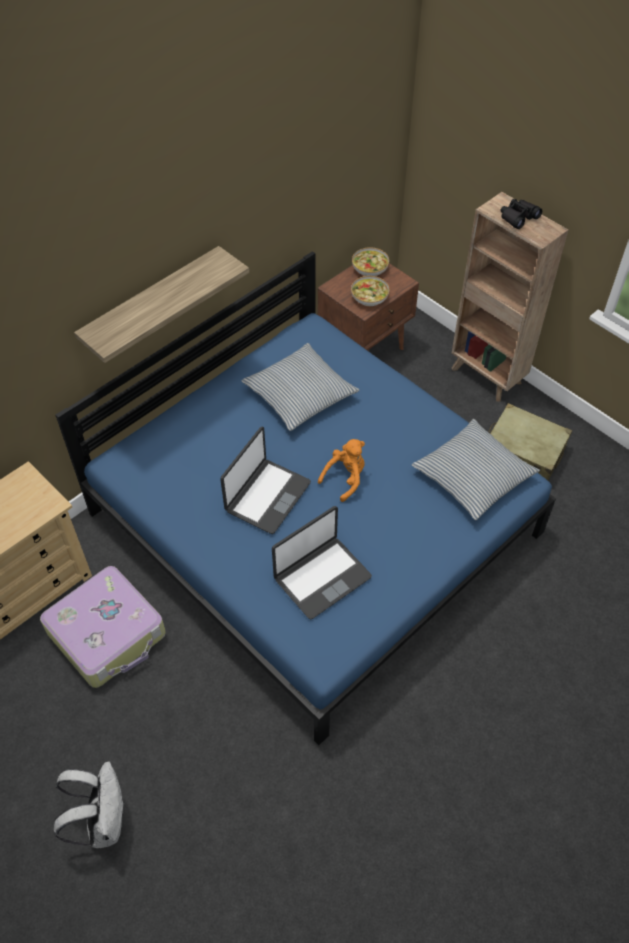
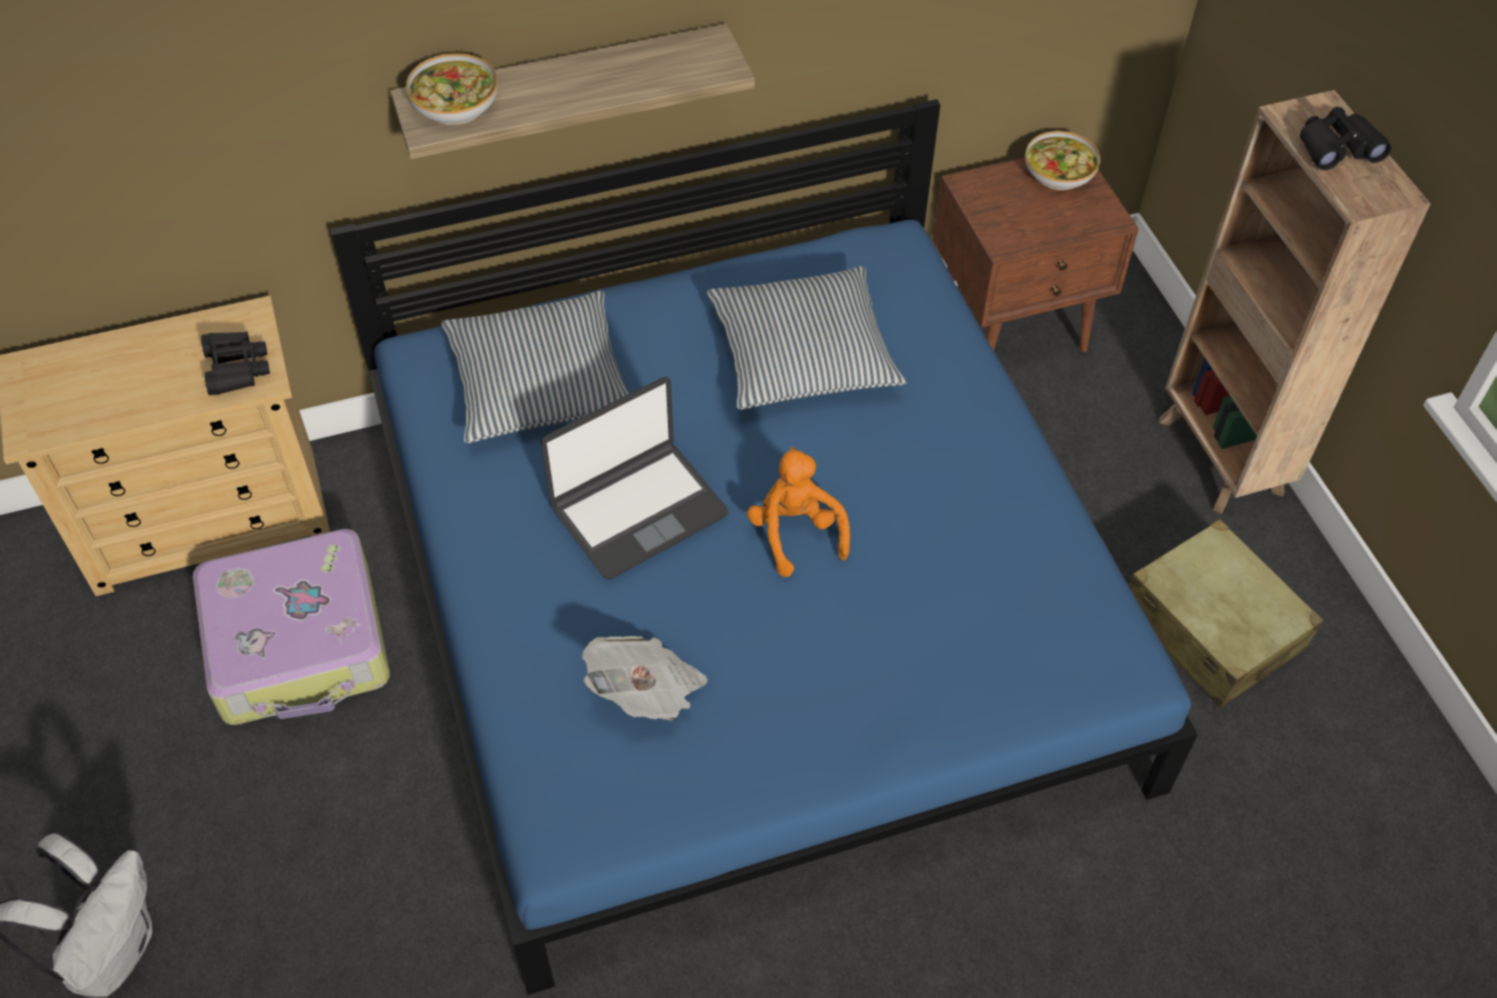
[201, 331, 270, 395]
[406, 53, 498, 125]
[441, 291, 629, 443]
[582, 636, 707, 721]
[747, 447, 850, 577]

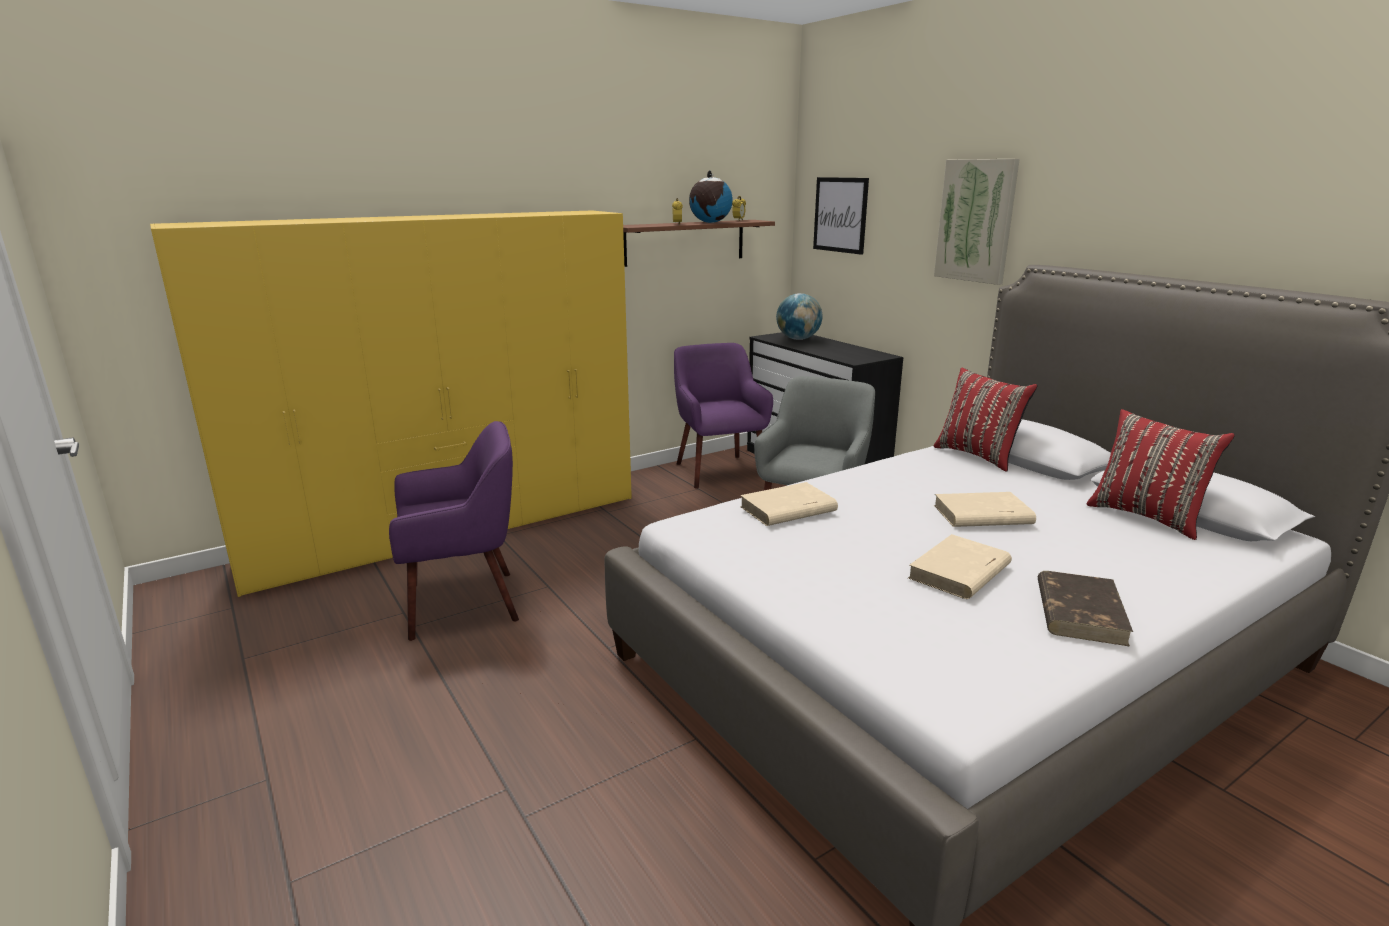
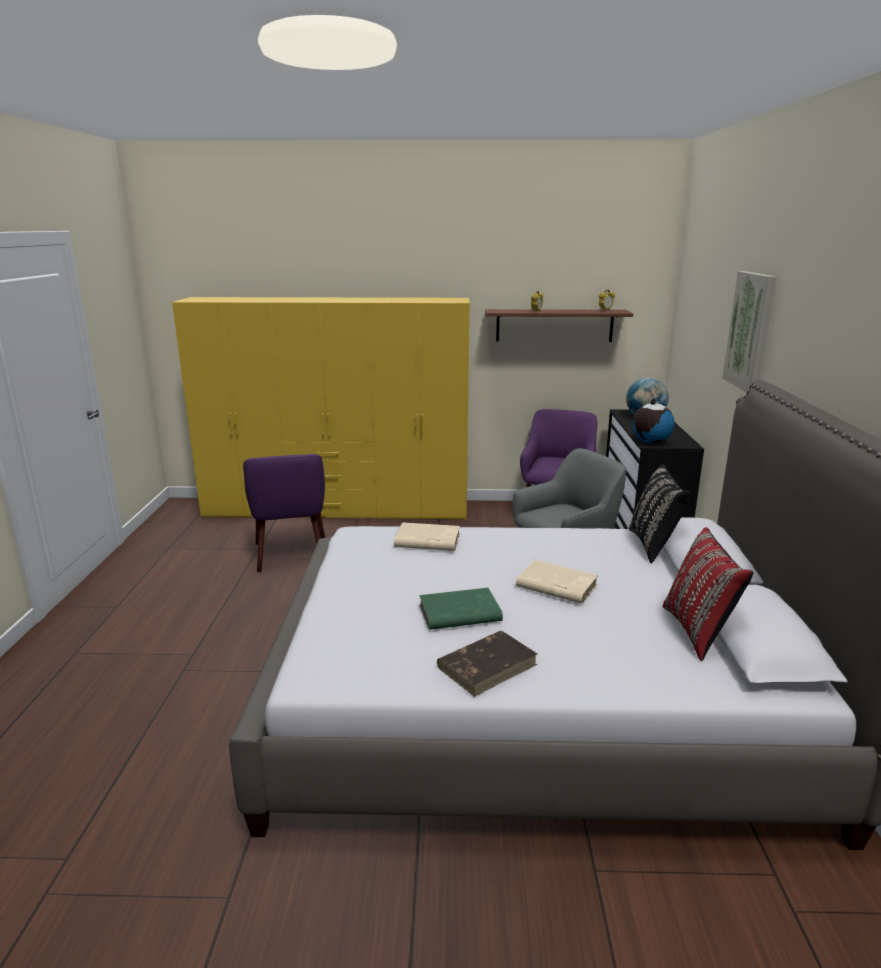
[813, 177, 869, 255] (first image)
[632, 398, 674, 444]
[419, 588, 503, 630]
[629, 464, 690, 564]
[243, 454, 325, 572]

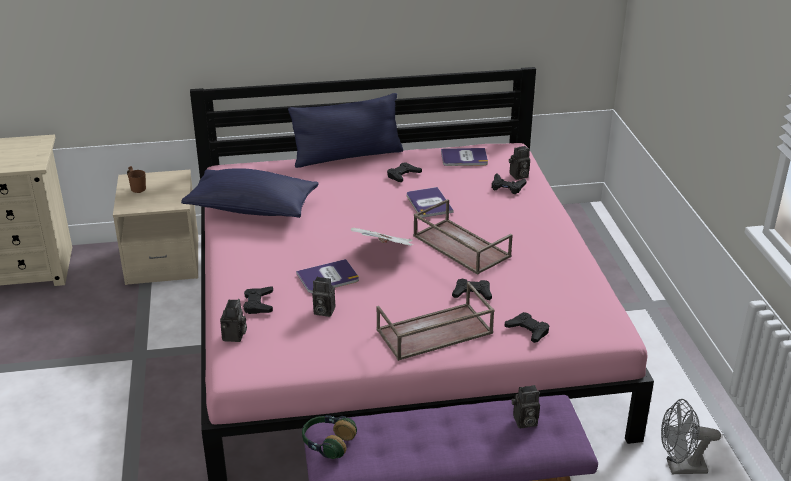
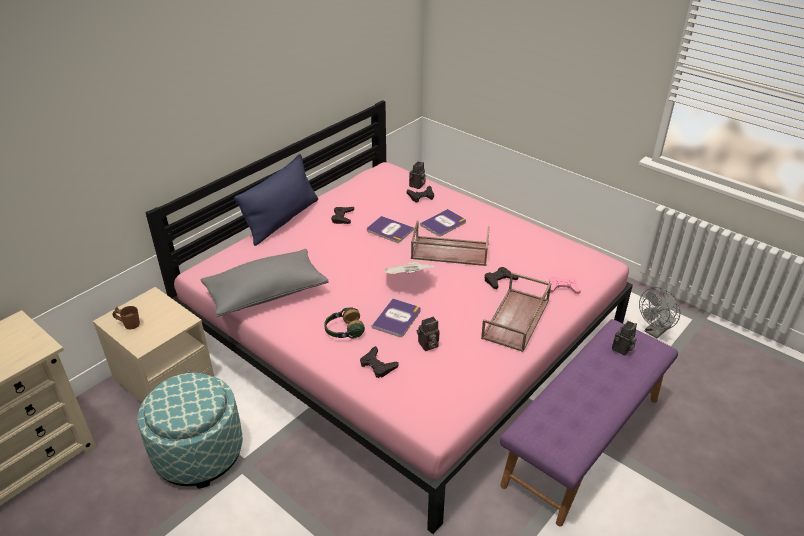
[220, 299, 247, 342] (first image)
[137, 373, 243, 489]
[324, 307, 365, 339]
[420, 209, 466, 236]
[201, 249, 329, 317]
[549, 276, 581, 294]

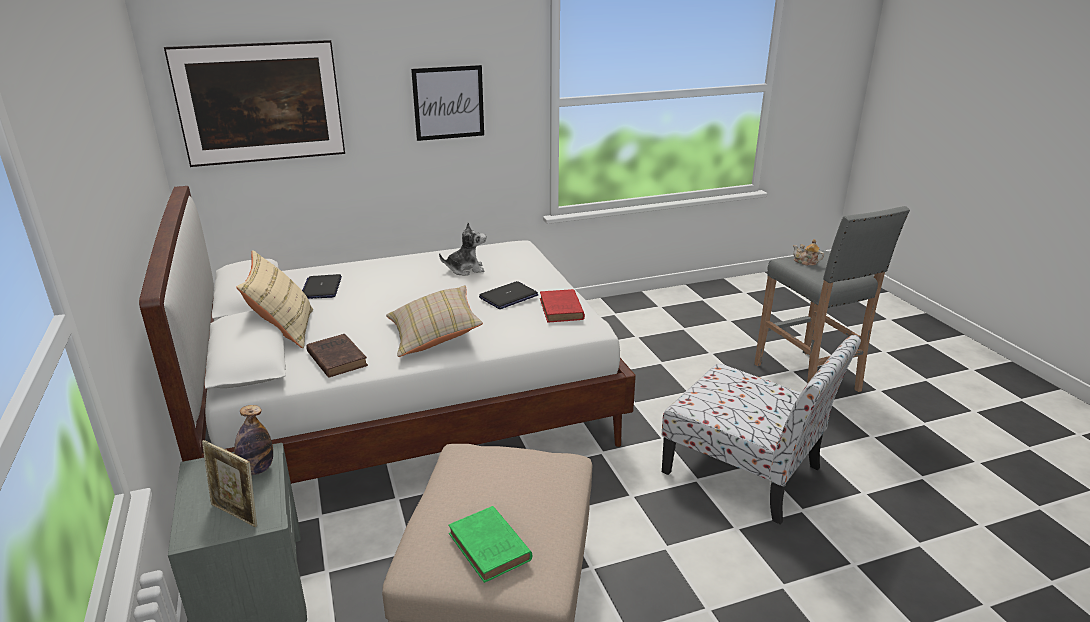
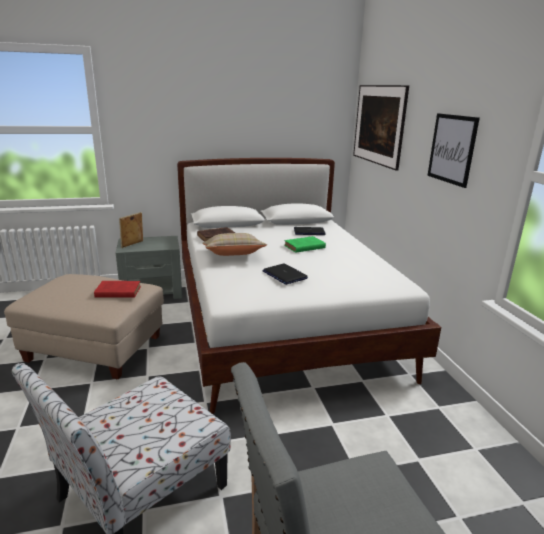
[234, 405, 273, 475] (first image)
[236, 250, 313, 348] (first image)
[439, 222, 486, 276] (first image)
[793, 239, 824, 266] (first image)
[284, 236, 326, 253]
[94, 281, 141, 298]

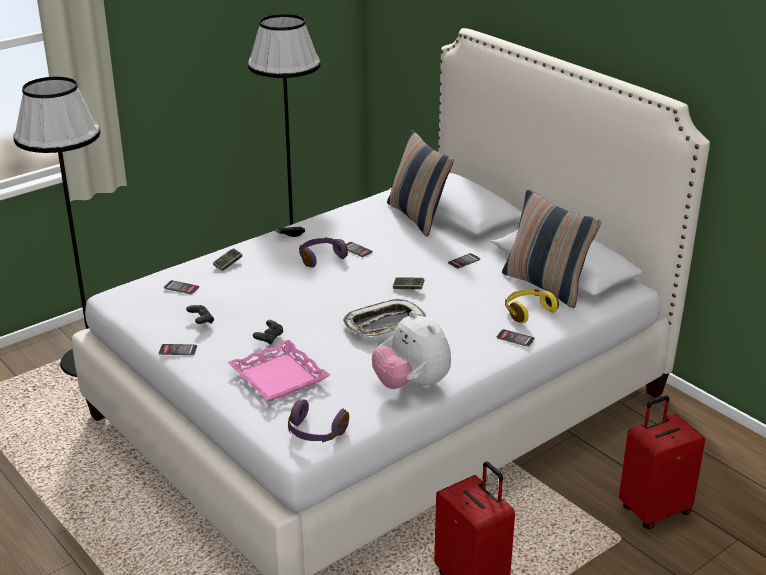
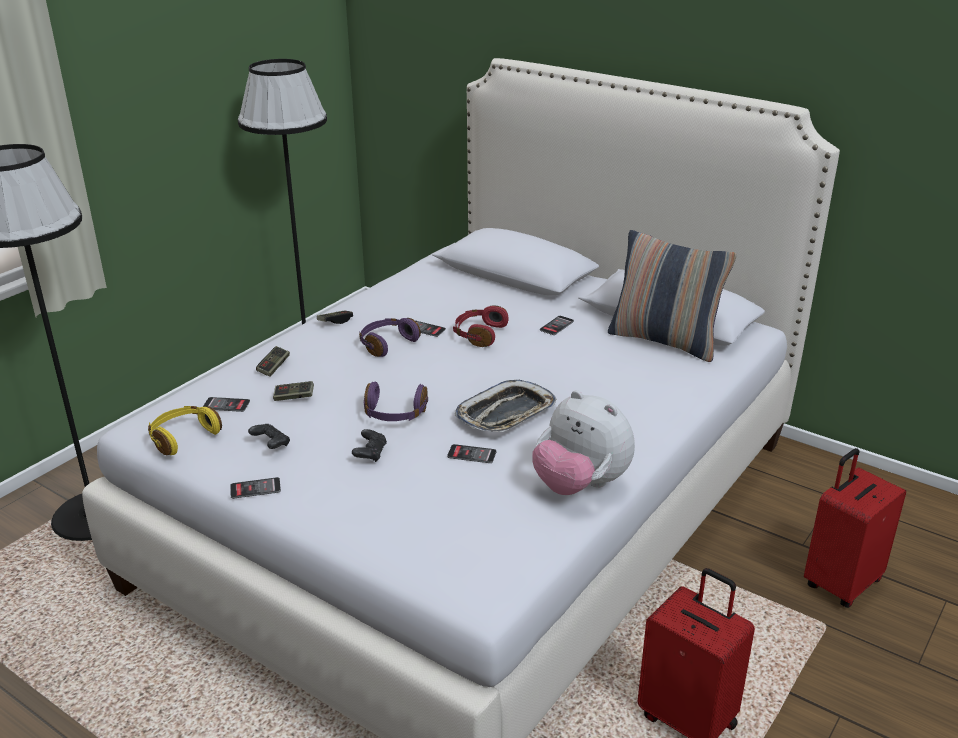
[227, 340, 330, 401] (first image)
[387, 130, 454, 237] (first image)
[453, 305, 508, 347]
[364, 382, 428, 421]
[273, 381, 314, 401]
[447, 444, 496, 463]
[148, 406, 222, 455]

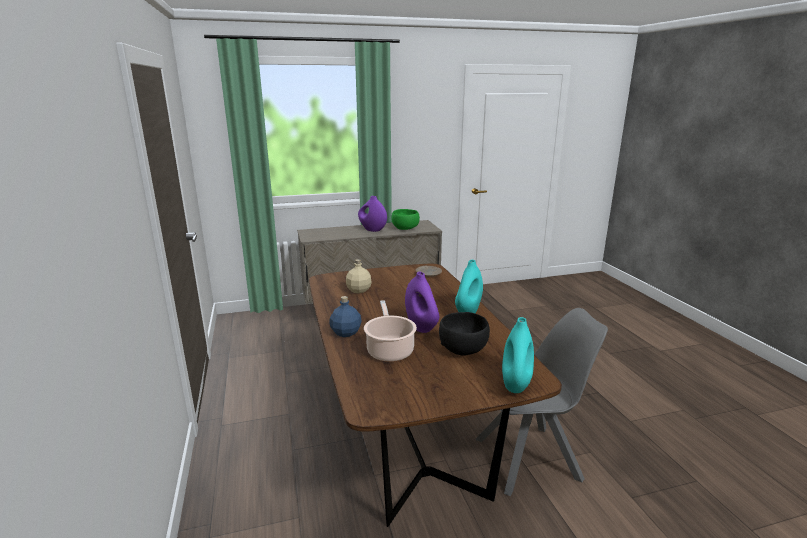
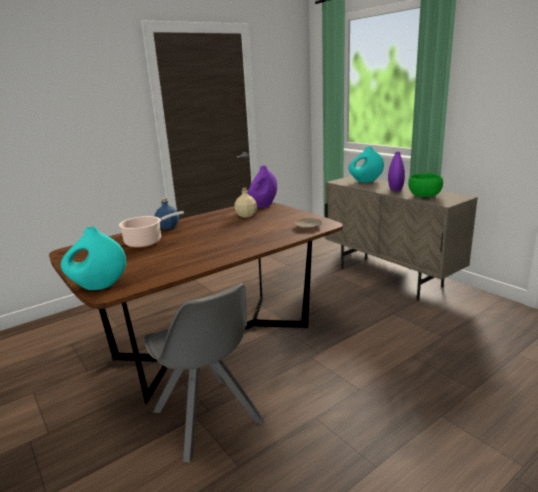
[439, 312, 490, 356] (first image)
[248, 165, 277, 208]
[349, 146, 384, 183]

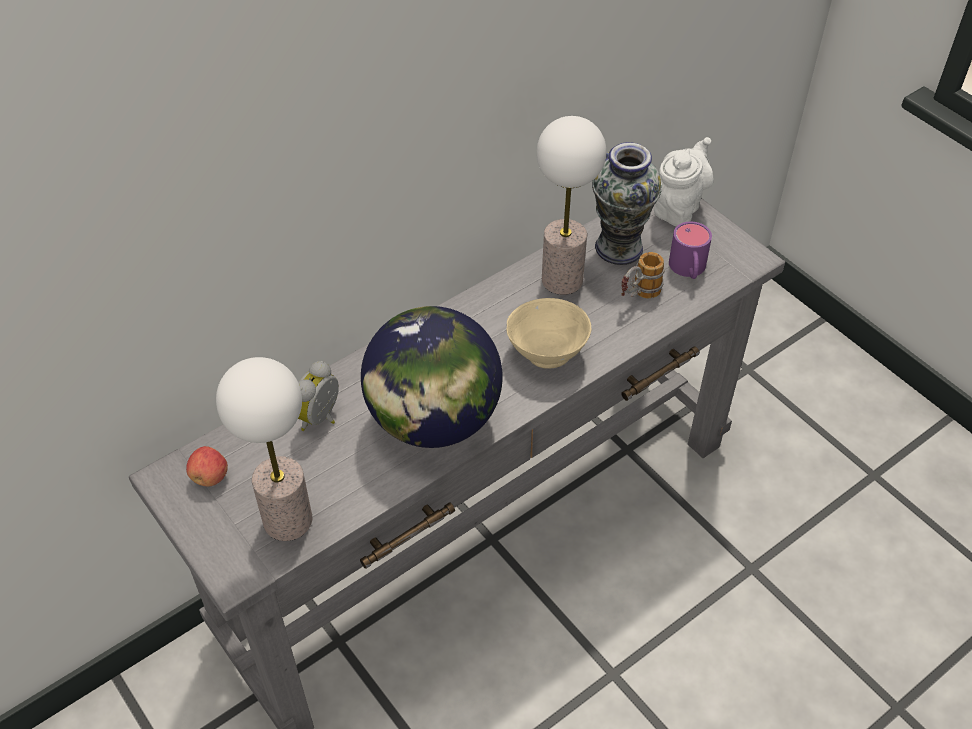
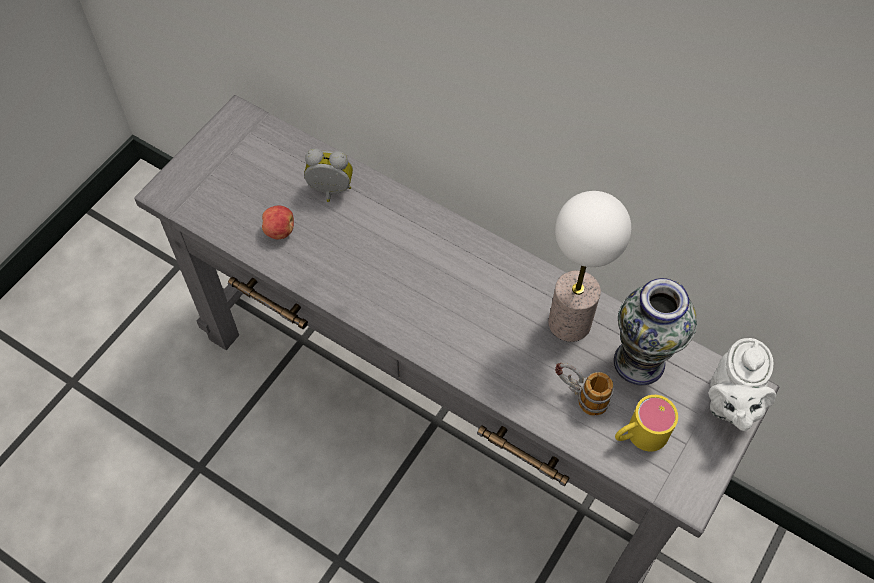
[216, 357, 312, 541] (first image)
[361, 306, 503, 448] (first image)
[506, 298, 591, 369] (first image)
[262, 206, 294, 239]
[615, 395, 678, 451]
[709, 338, 776, 431]

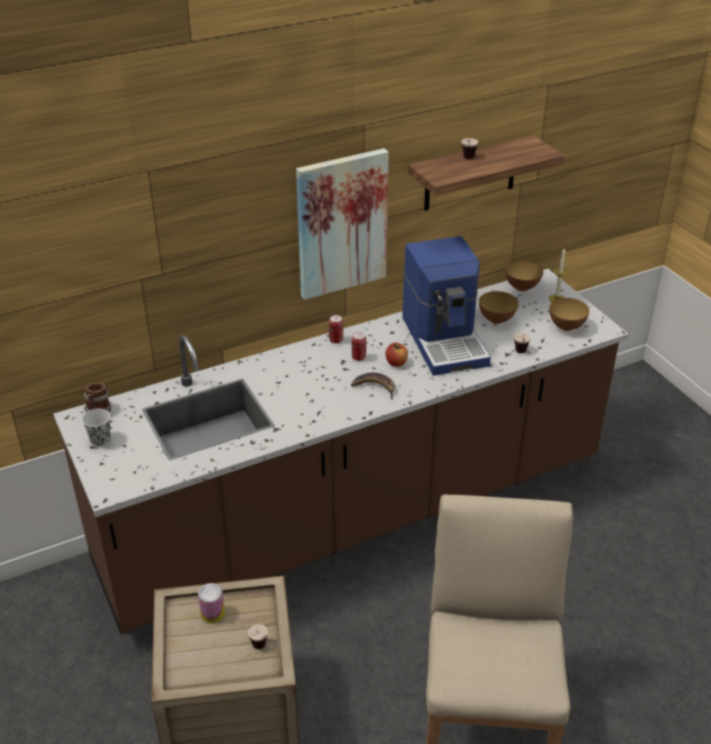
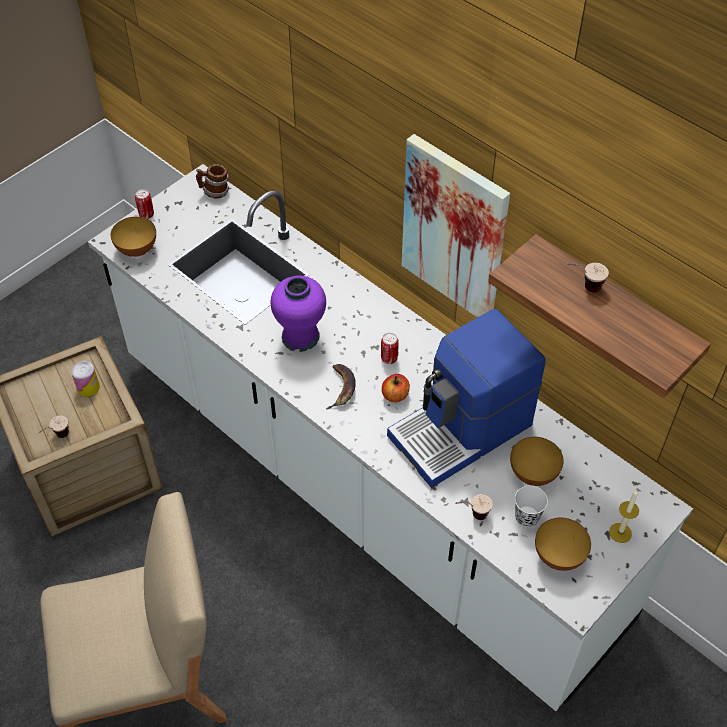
[271, 276, 326, 352]
[515, 485, 548, 527]
[135, 189, 154, 219]
[111, 217, 156, 257]
[88, 164, 693, 711]

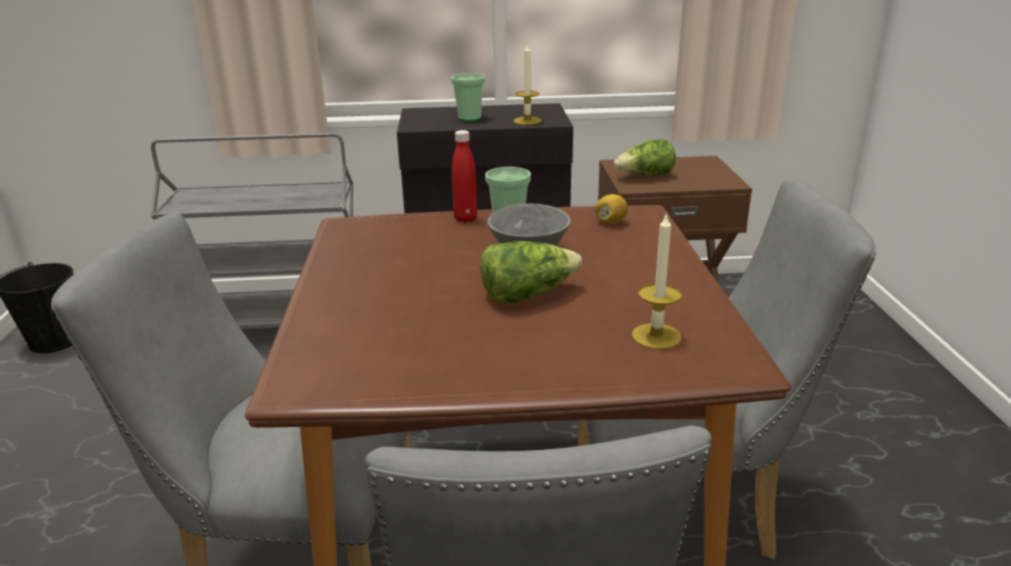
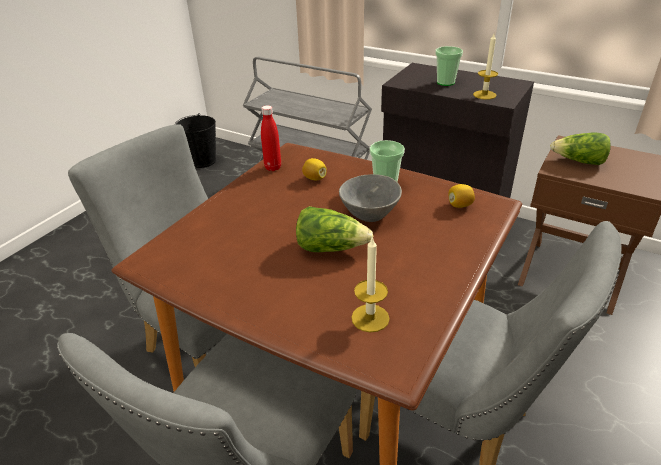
[302, 158, 327, 180]
[261, 105, 281, 171]

